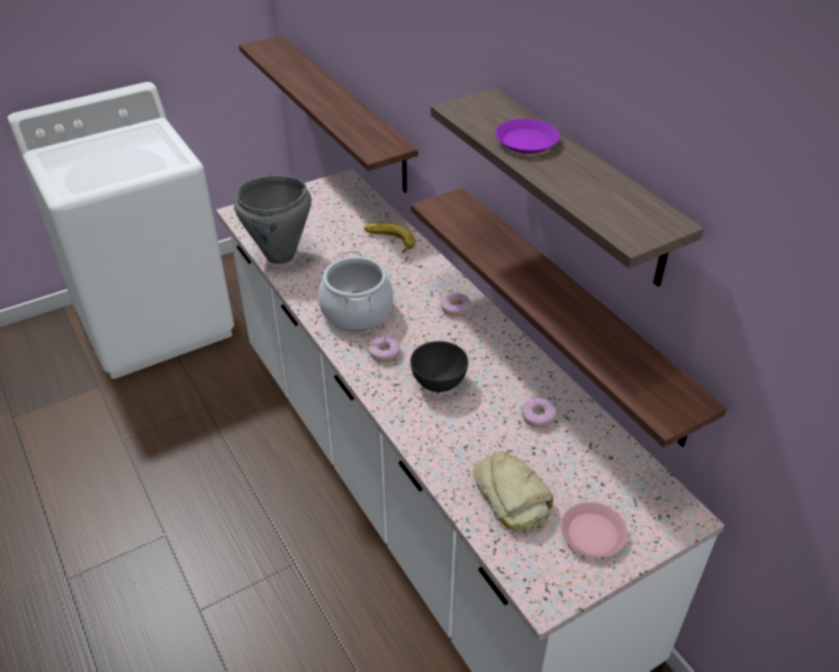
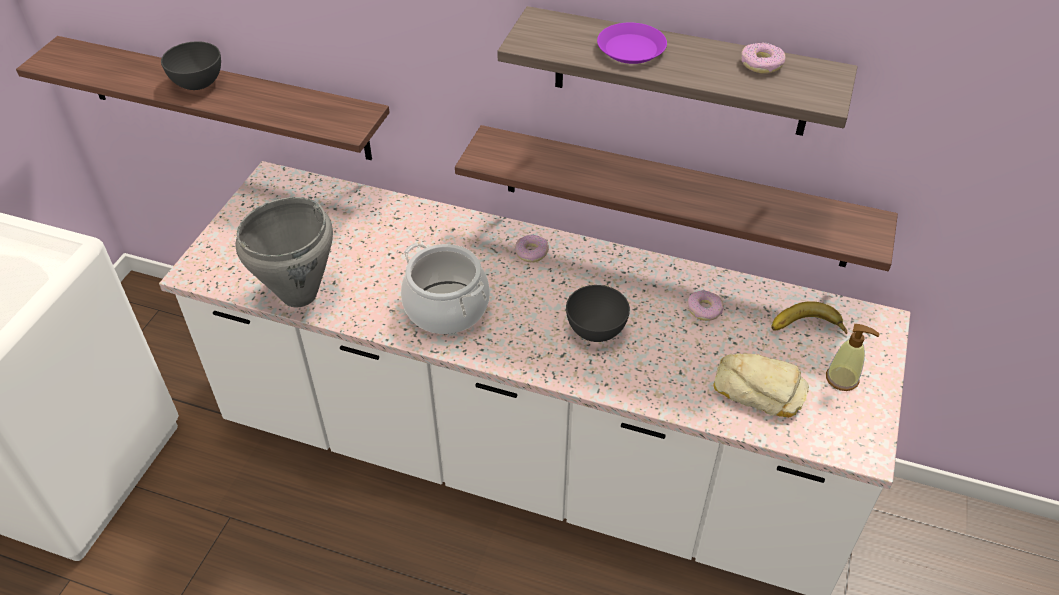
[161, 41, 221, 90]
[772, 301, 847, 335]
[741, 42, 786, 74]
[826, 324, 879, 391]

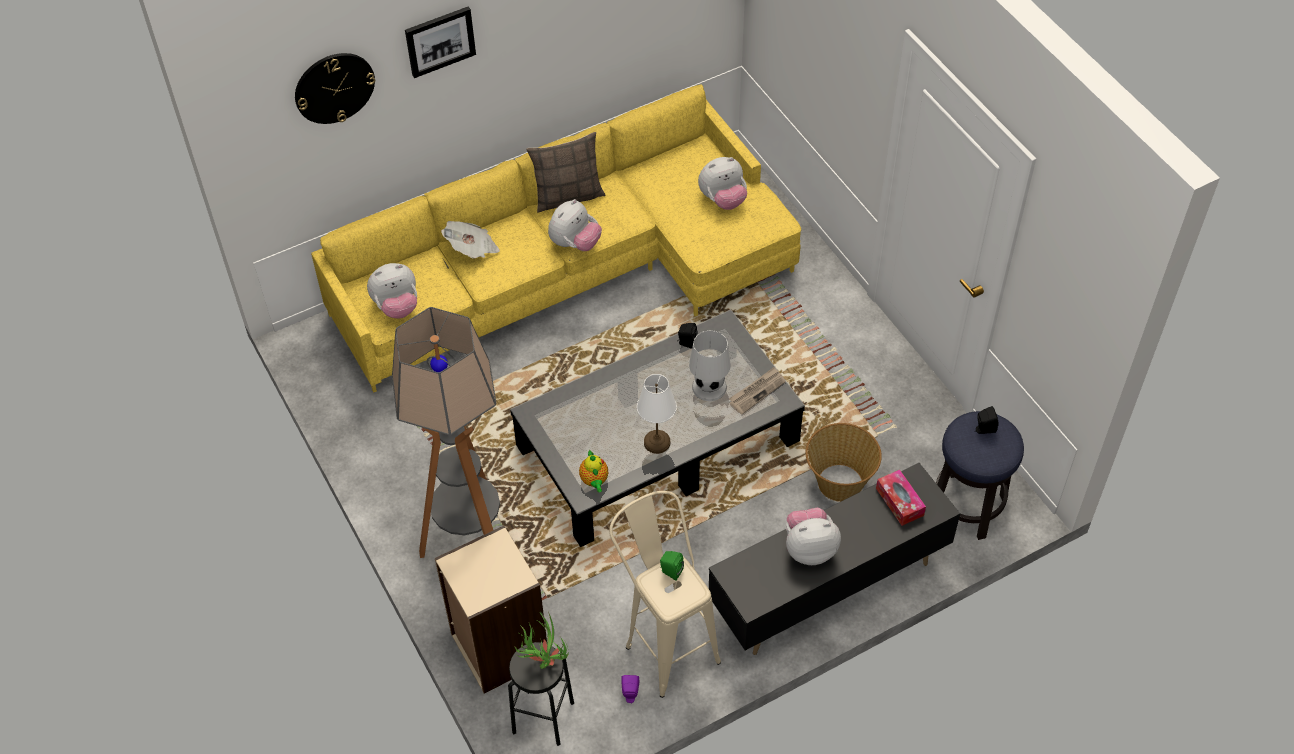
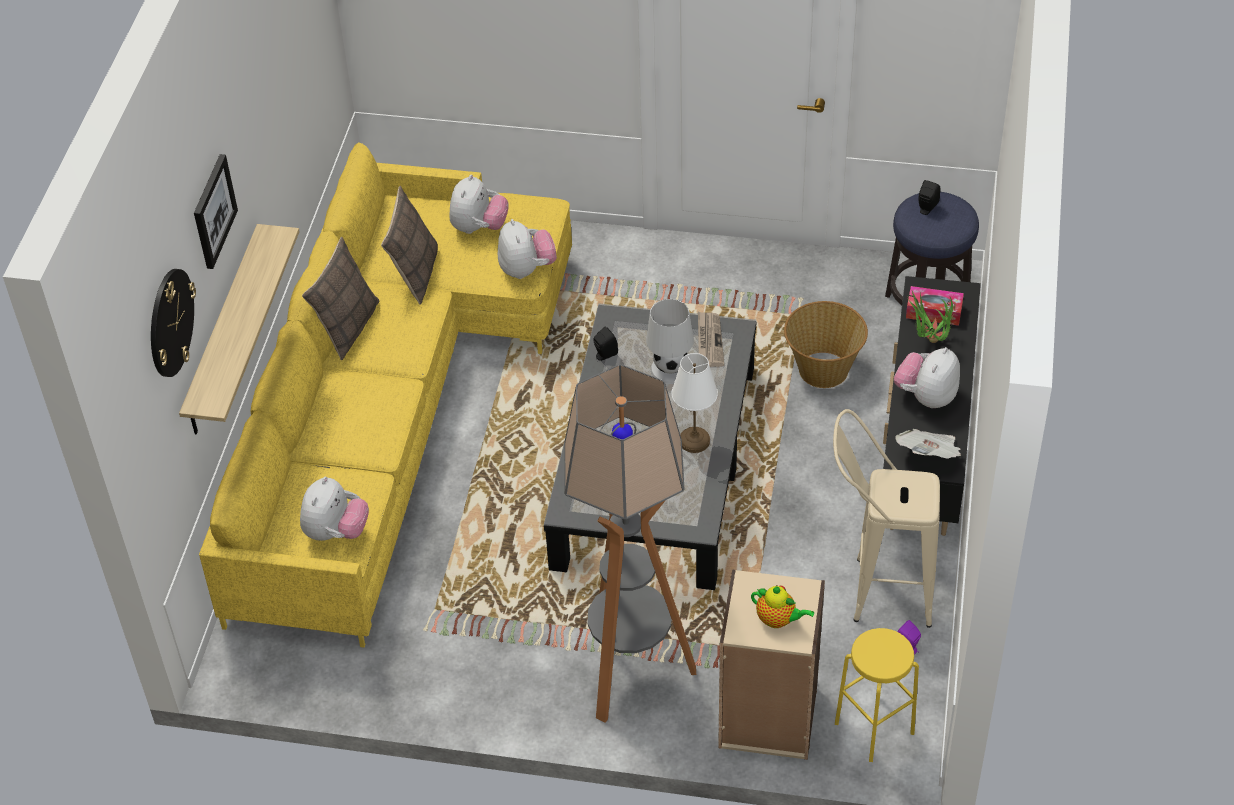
[660, 551, 684, 581] (first image)
[179, 224, 300, 435]
[381, 186, 438, 305]
[895, 429, 961, 459]
[907, 291, 955, 343]
[498, 219, 557, 279]
[751, 585, 814, 628]
[835, 628, 919, 762]

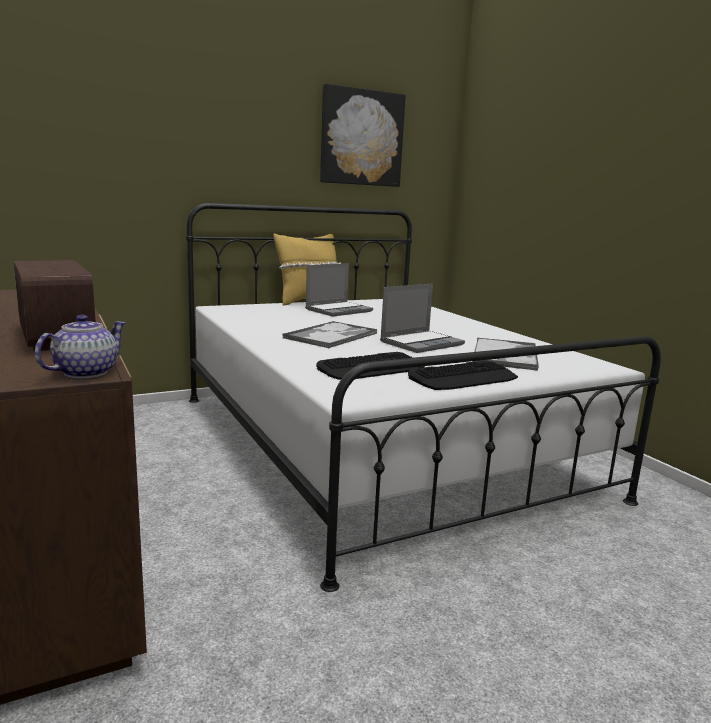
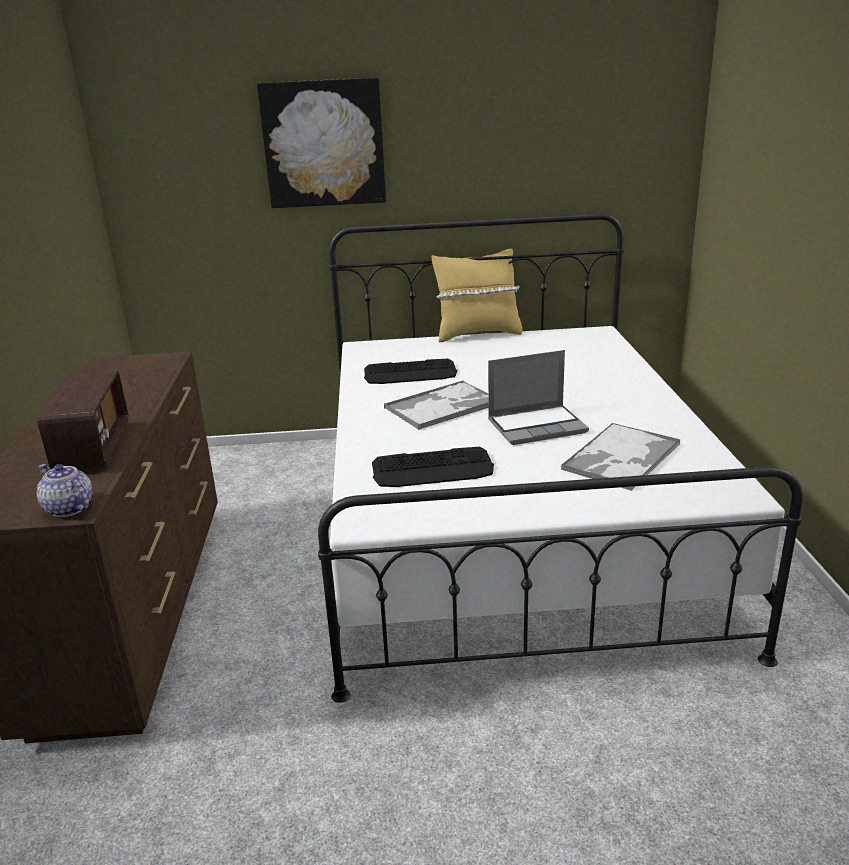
[305, 263, 373, 317] (first image)
[257, 78, 386, 208]
[364, 359, 457, 384]
[37, 464, 92, 517]

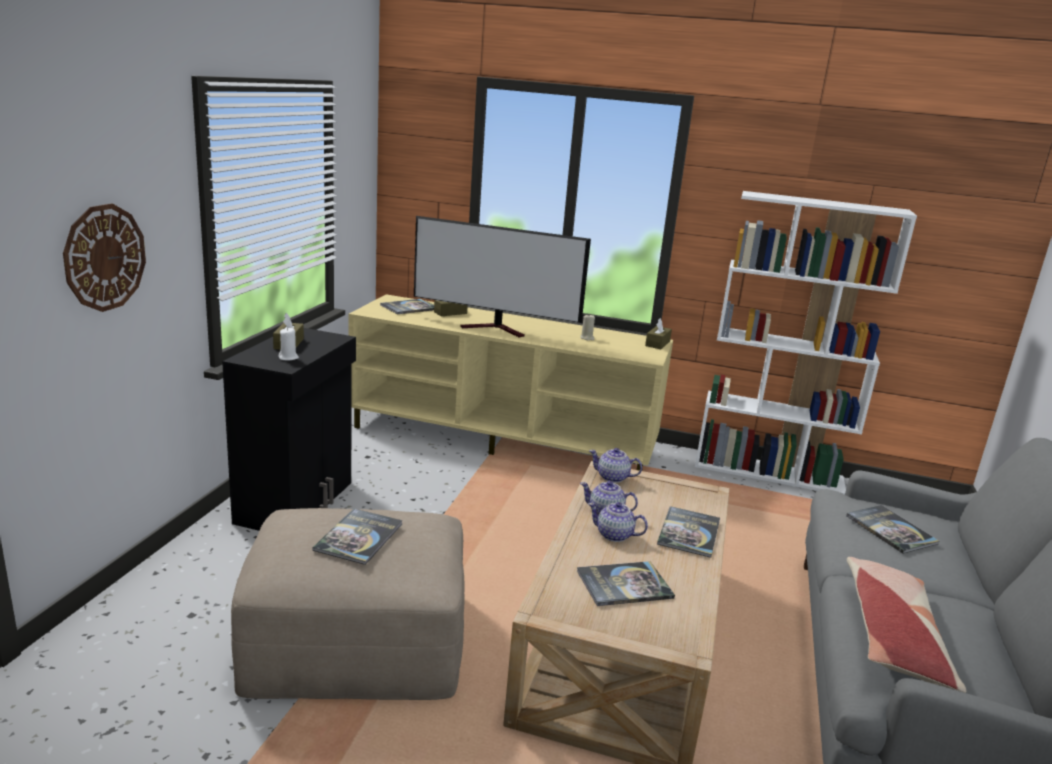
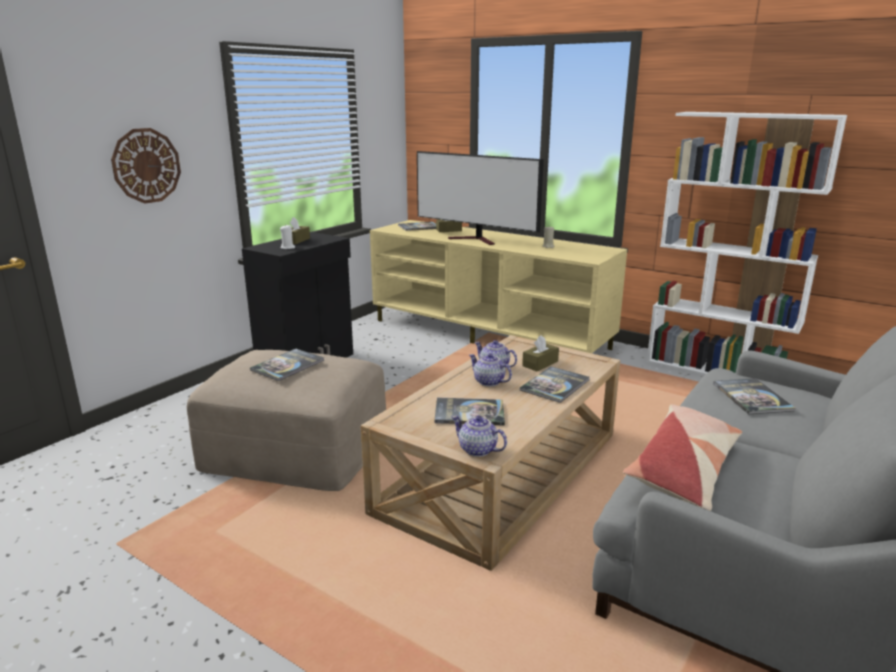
[451, 415, 507, 457]
[522, 335, 559, 371]

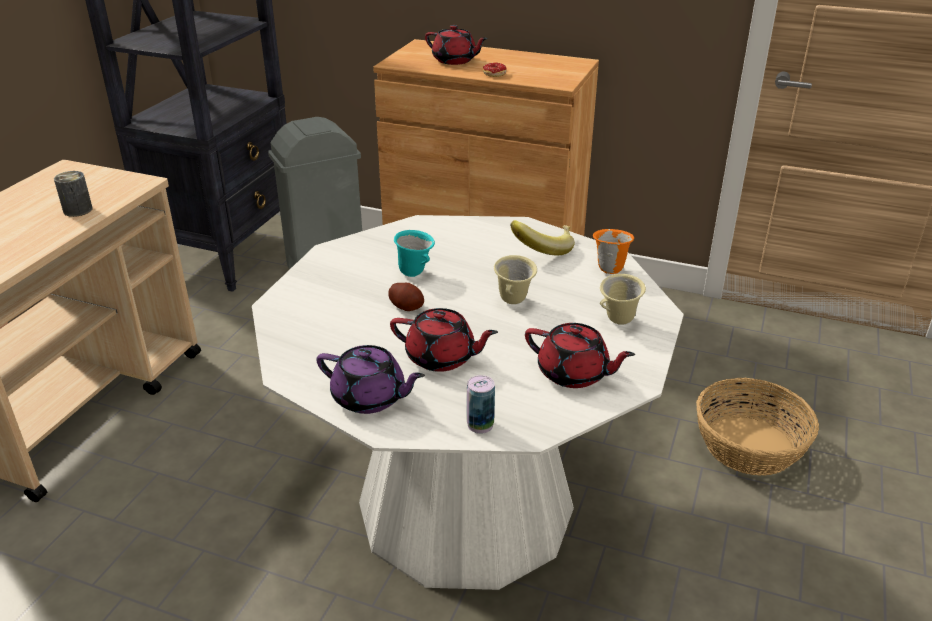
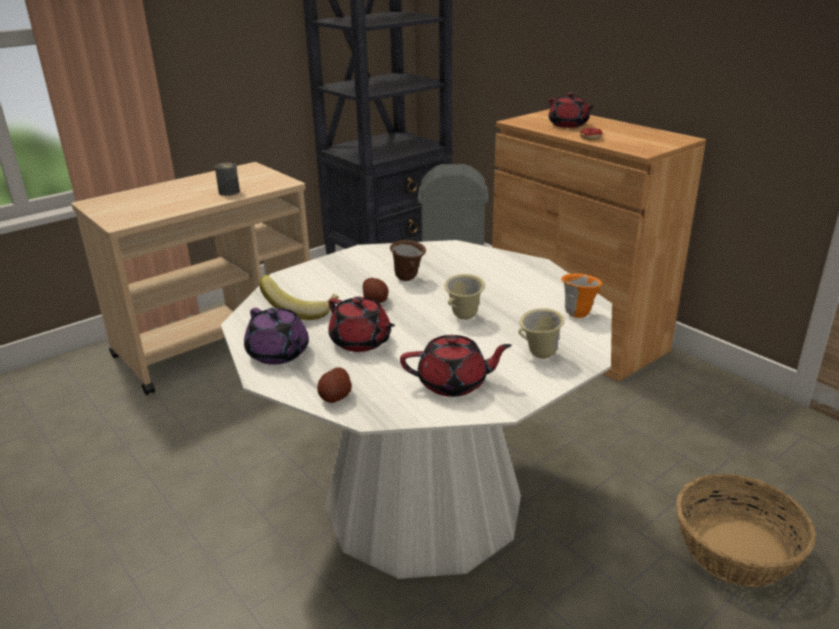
[259, 275, 339, 320]
[317, 367, 352, 403]
[390, 240, 426, 281]
[400, 335, 512, 397]

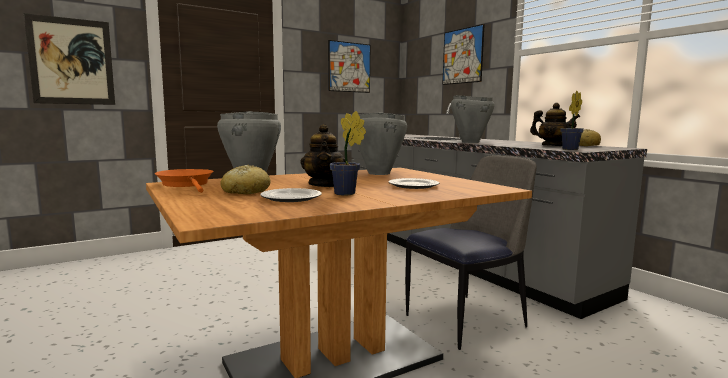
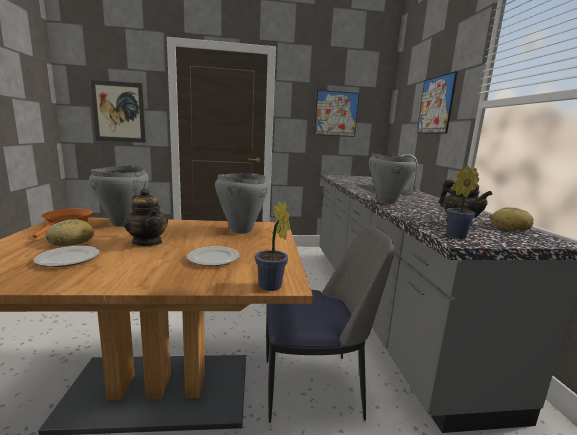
[255, 202, 290, 291]
[124, 188, 168, 246]

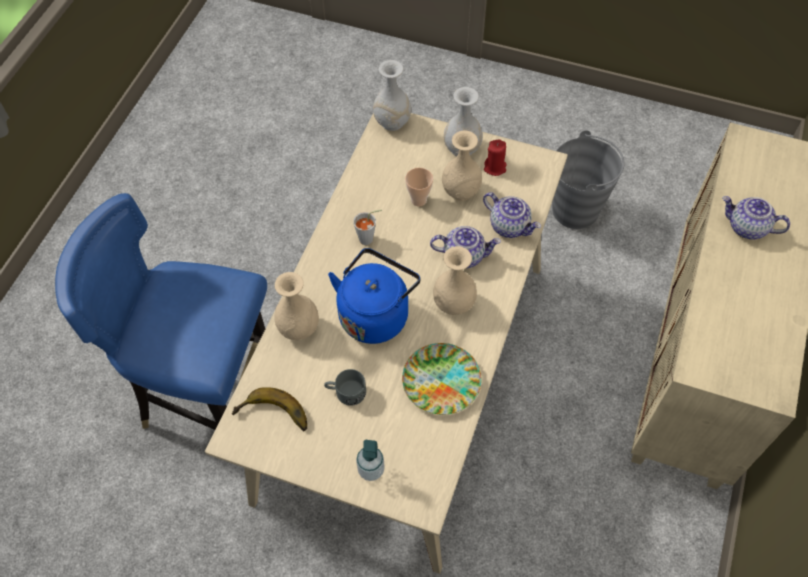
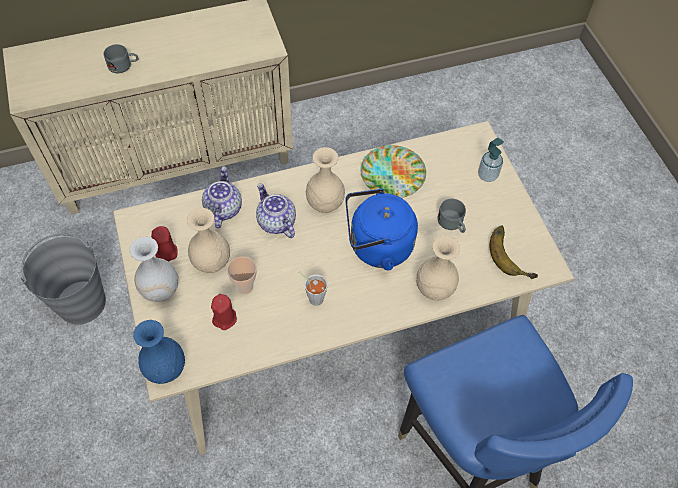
[211, 294, 237, 330]
[103, 44, 138, 73]
[133, 320, 185, 384]

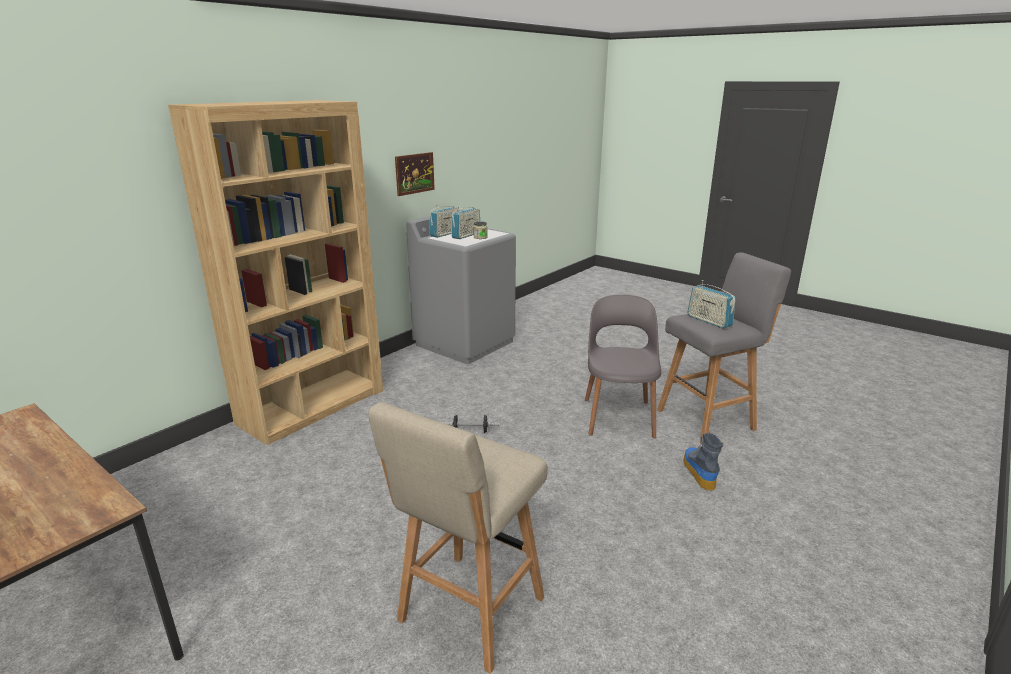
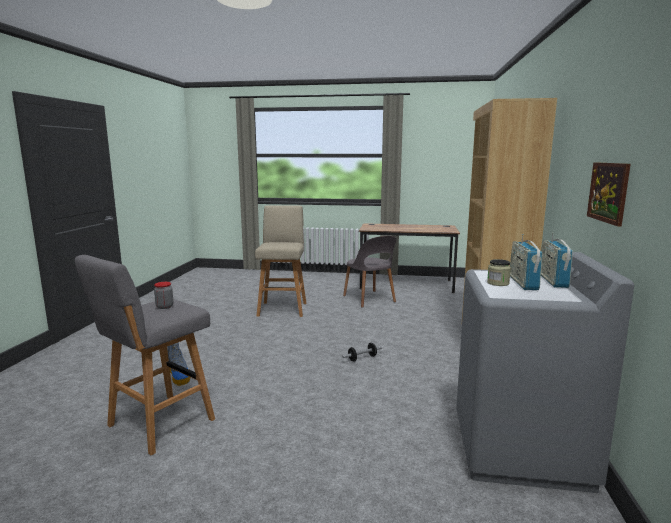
[343, 236, 397, 308]
[154, 282, 173, 309]

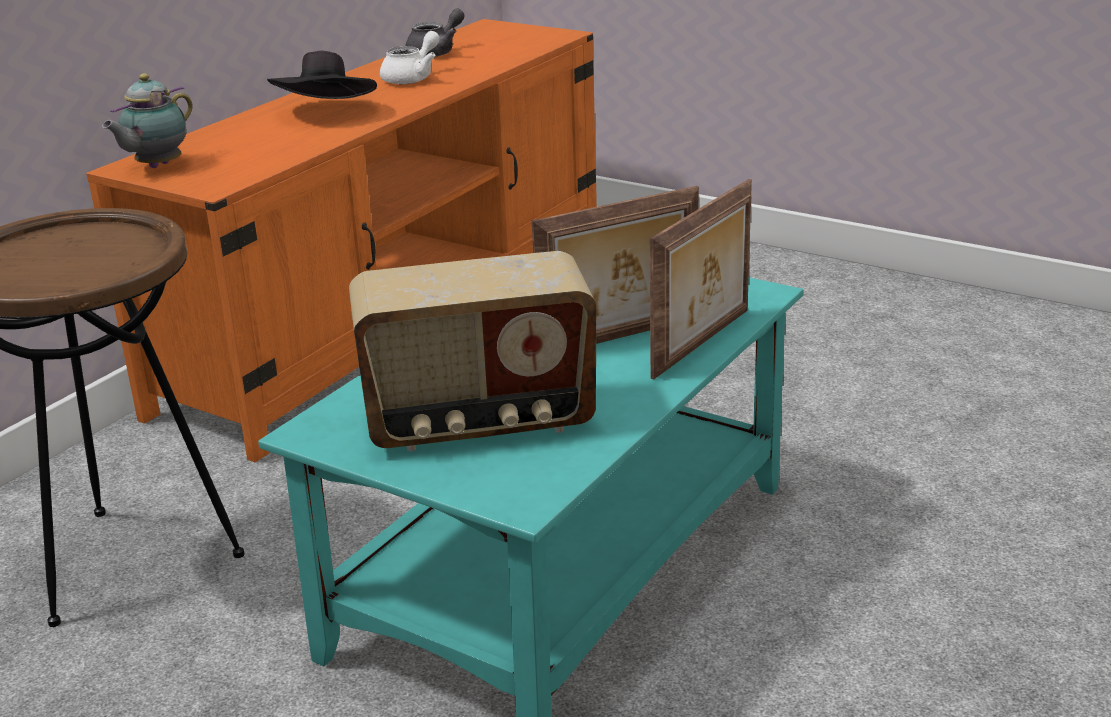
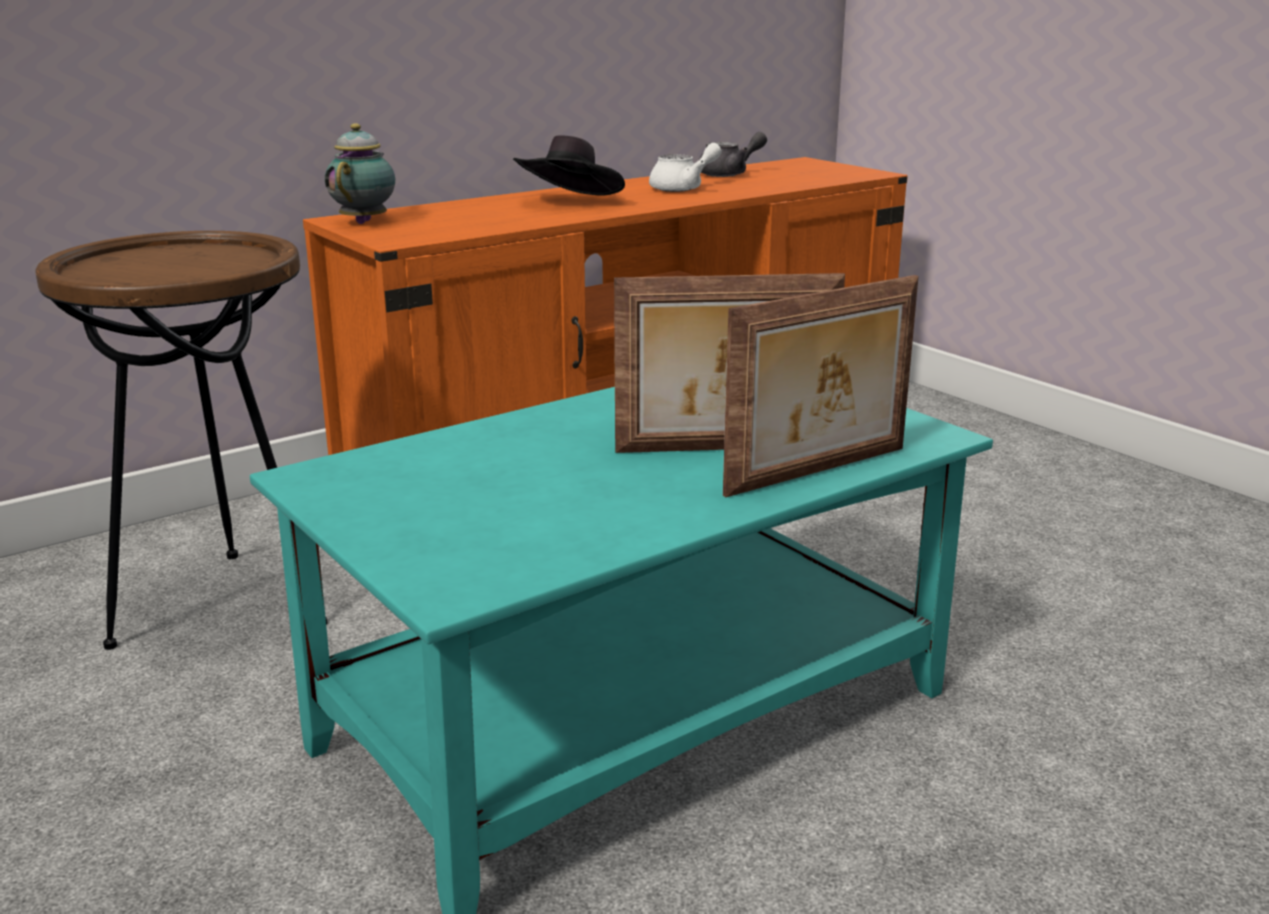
[349, 251, 596, 451] (first image)
[325, 123, 395, 224]

